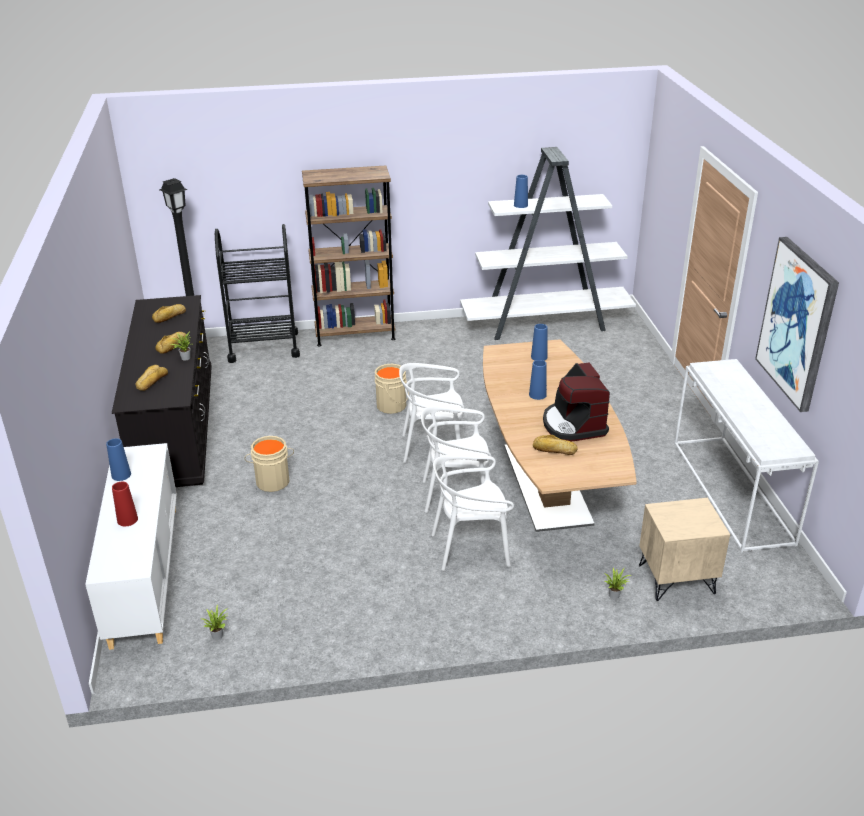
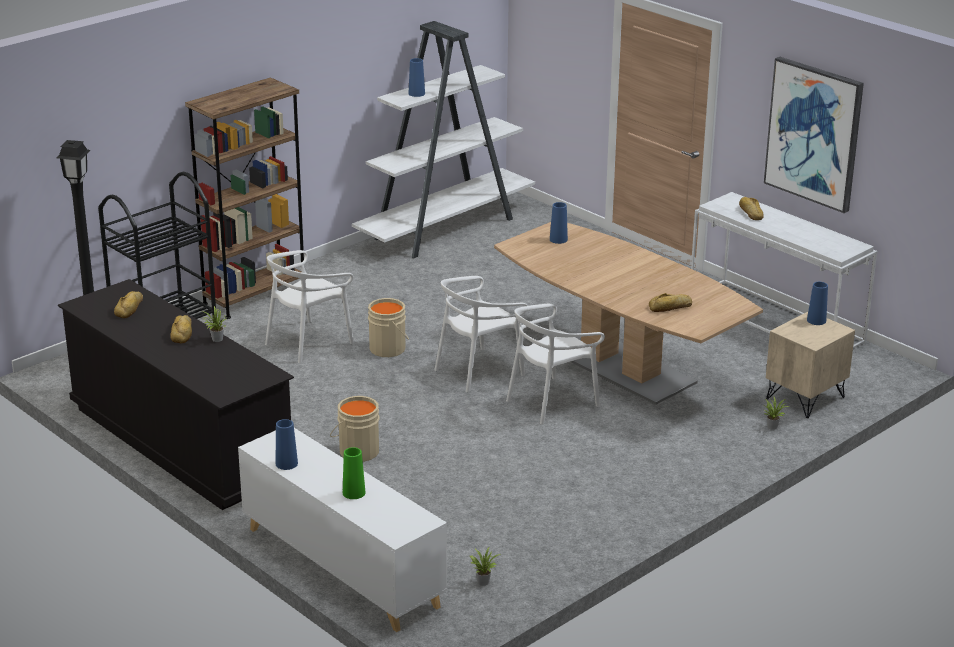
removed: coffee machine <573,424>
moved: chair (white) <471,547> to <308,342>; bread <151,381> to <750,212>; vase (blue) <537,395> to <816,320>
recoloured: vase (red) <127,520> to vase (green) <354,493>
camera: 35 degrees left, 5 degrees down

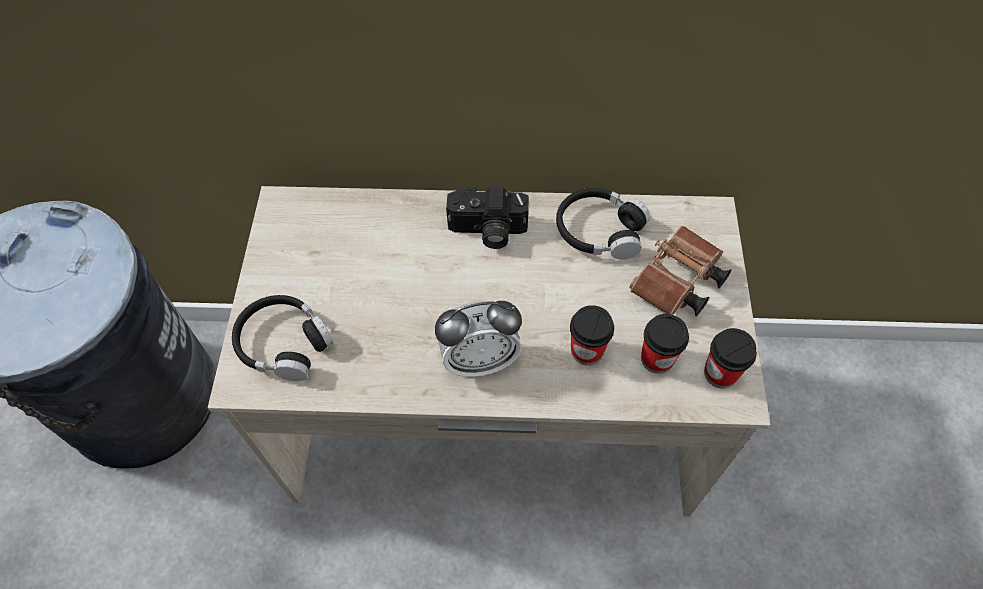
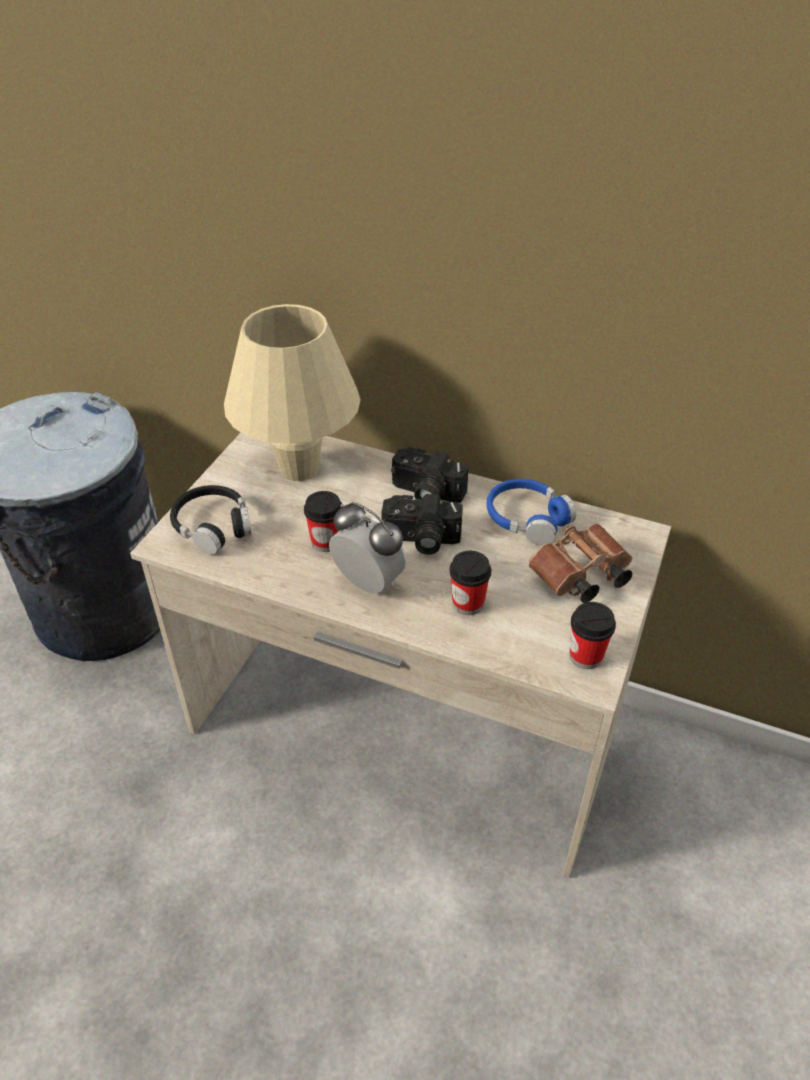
added: table lamp (beige) <299,469>; photo camera <420,540>
moved: cup <657,359> to <326,542>
recoloured: headphones (black) <599,231> to headphones (blue) <527,519>
turned: alarm clock <479,359> = <368,583> 150 degrees counterclockwise
camera: 20 degrees right, 15 degrees down

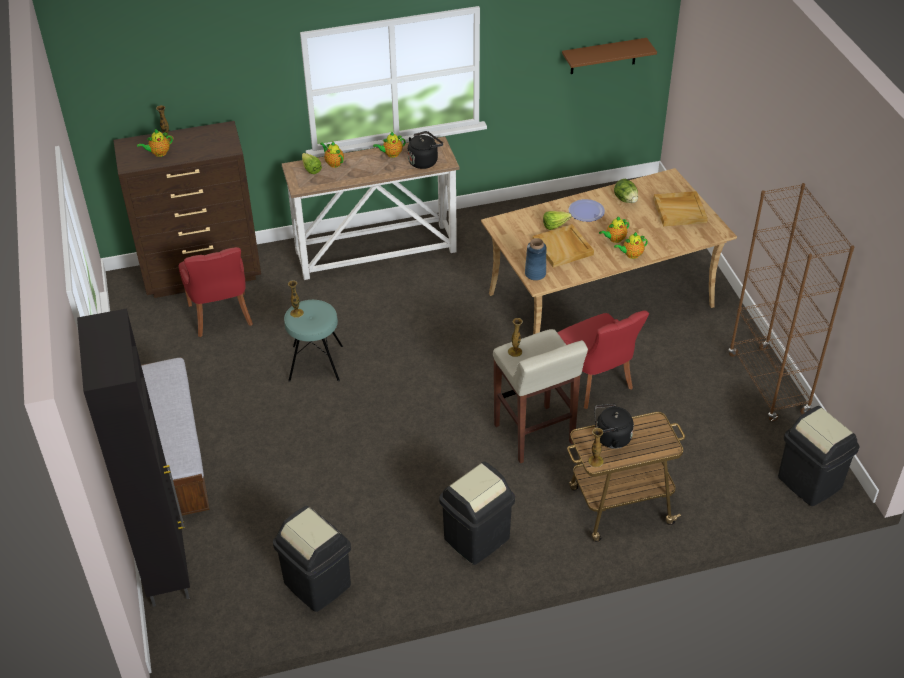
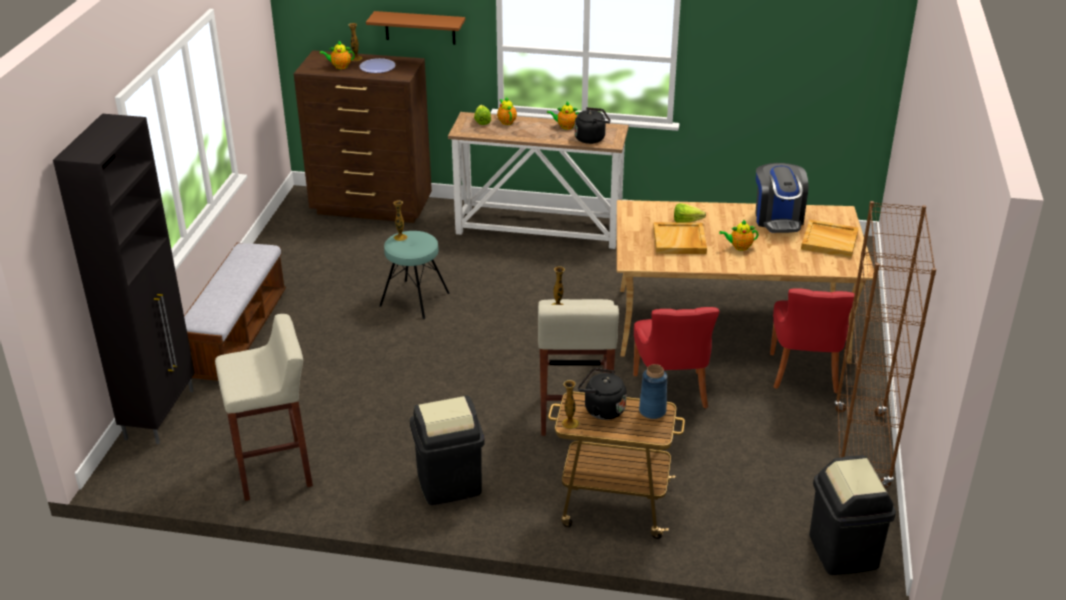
removed: teapot <631,255>
moved: plate <586,211> to <377,67>; shelf (brown) <603,56> to <420,28>; vase (blue) <535,274> to <652,411>; chair (red) <221,316> to <804,375>
replaced: trash can (black) <318,584> to stool (beige) <275,471>; lettuce <625,199> to coffee machine <778,219>
camera: 25 degrees right, 10 degrees down

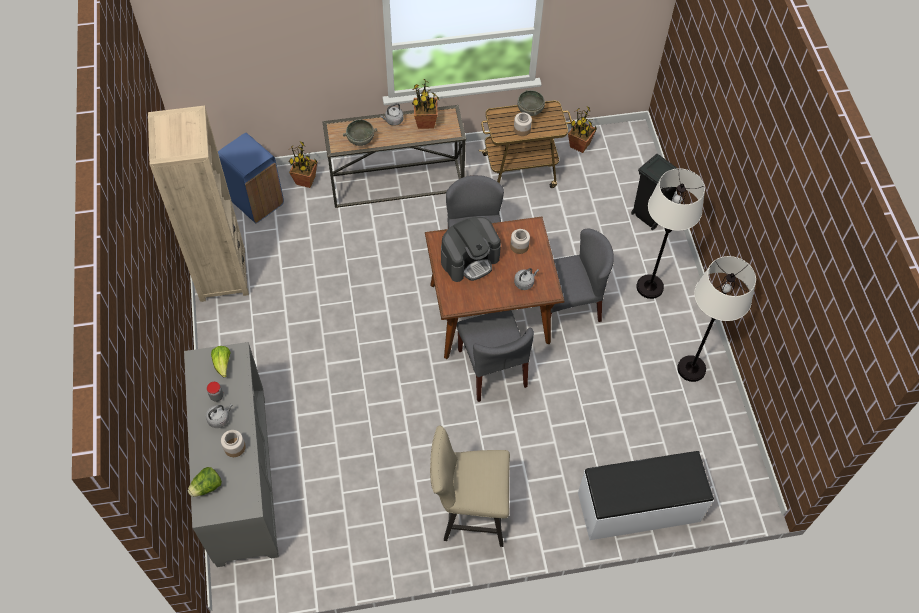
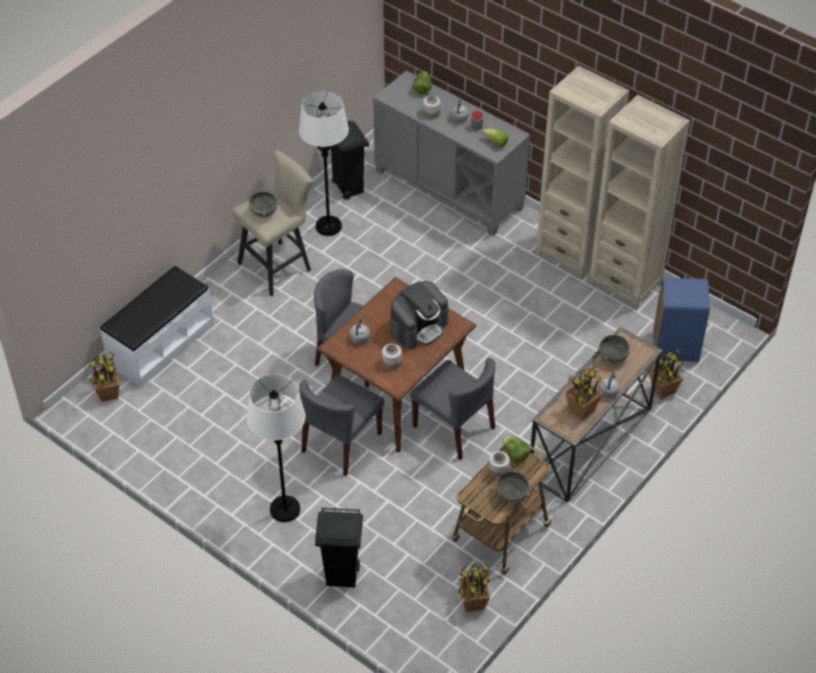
added: potted plant <108,394>; bowl (grey) <263,212>; trash can (black) <348,188>; lettuce <514,455>; bookcase (beige) <571,253>
moved: floor lamp (white) <691,369> to <328,226>
turned: coffee machine <470,259> = <418,327> 150 degrees counterclockwise
camera: 140 degrees right, 10 degrees down

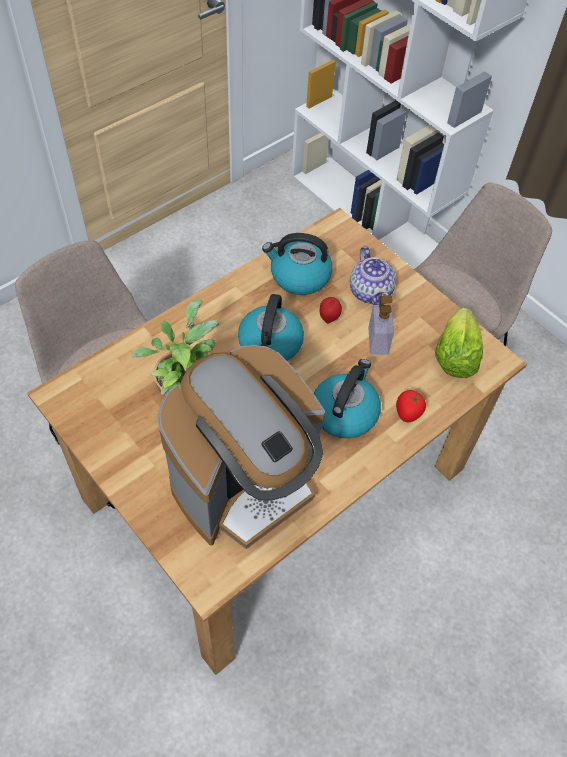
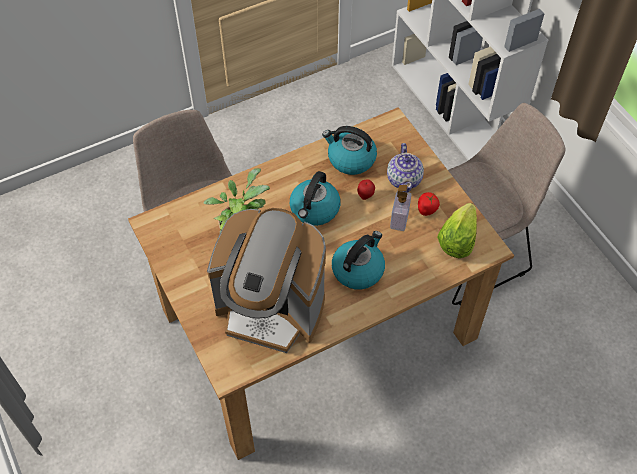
moved: tomato <408,413> to <427,209>
turned: coffee machine <246,483> = <271,309> 45 degrees clockwise
camera: 15 degrees right, 0 degrees up

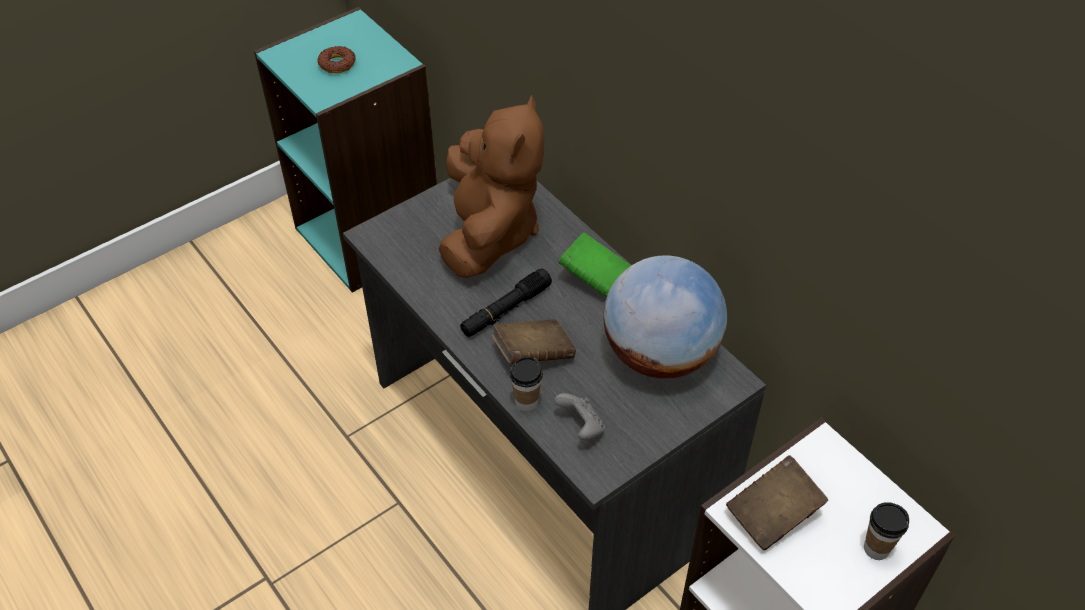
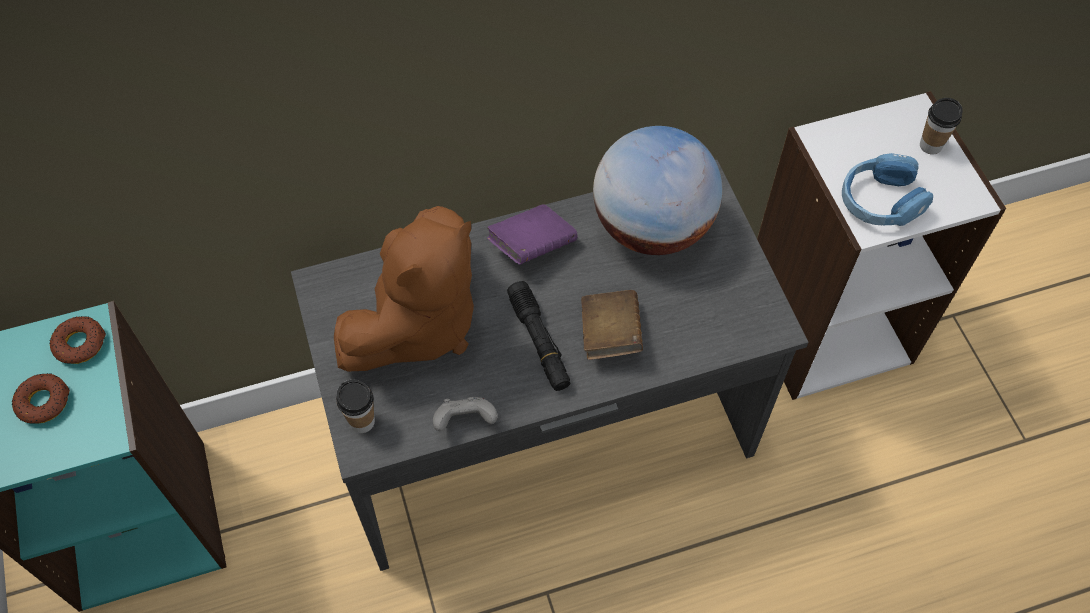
added: donut <80,343>
moved: cup <526,402> to <362,422>; game controller (grey) <581,427> to <465,421>
replaced: book (brown) <773,514> to headphones (blue) <880,201>
recoloured: book (green) <597,279> to book (purple) <532,246>
turned: plush toy (brown) <489,233> = <418,323> 105 degrees clockwise
camera: 70 degrees left, 10 degrees up

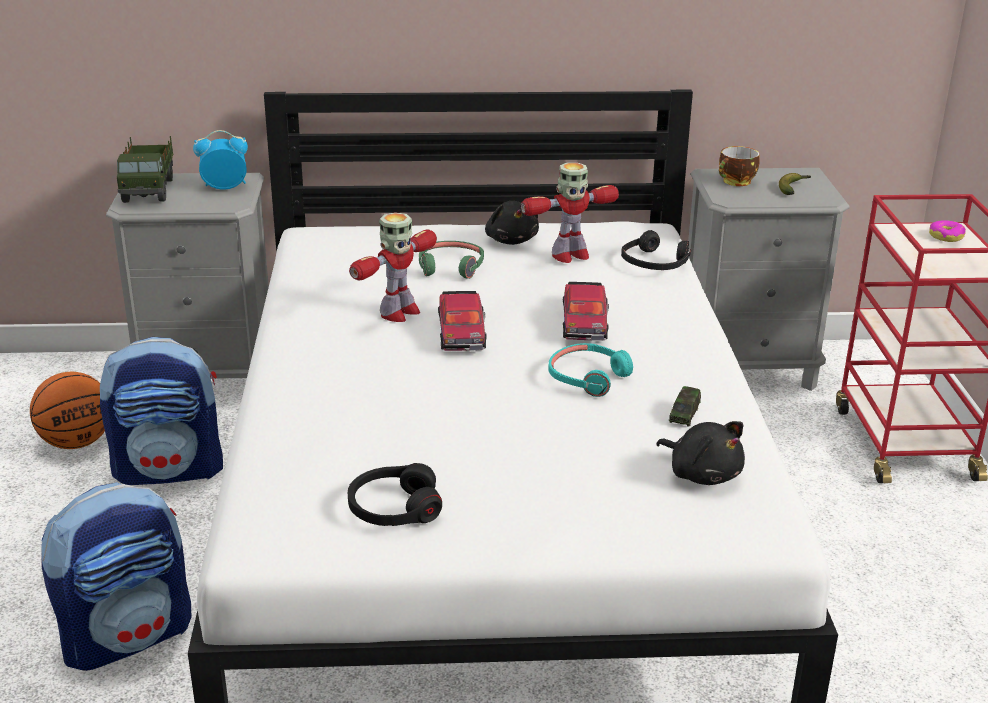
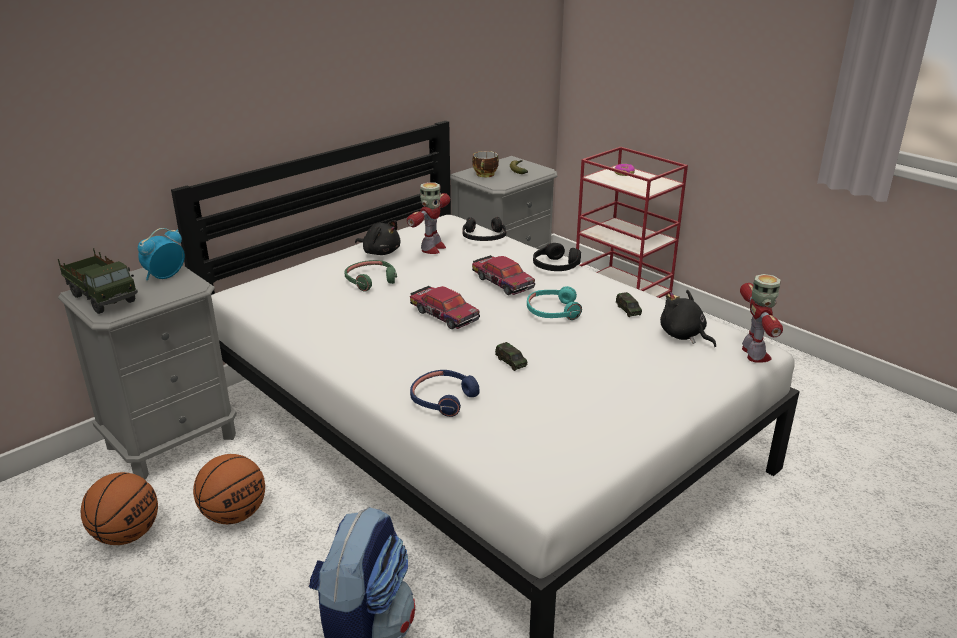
added: headphones (blue) <443,399>; toy car <511,362>
moved: headphones (black) <394,508> to <555,266>; toy robot <398,313> to <755,354>
replaced: backpack <170,470> to basketball <234,514>
turned: plush toy (black) <702,474> = <683,335> 135 degrees counterclockwise
camera: 40 degrees left, 0 degrees up

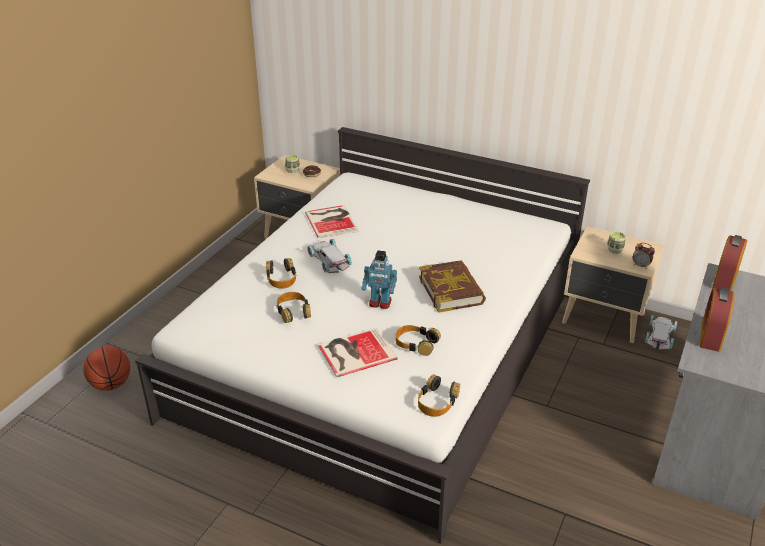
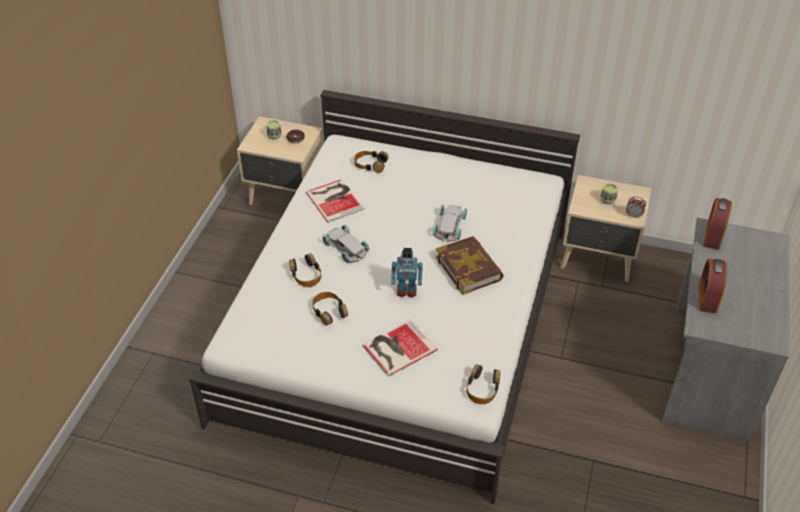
removed: basketball <111,384>
moved: headphones <416,343> to <370,164>; toy car (white) <661,335> to <450,225>
camera: 10 degrees left, 10 degrees up

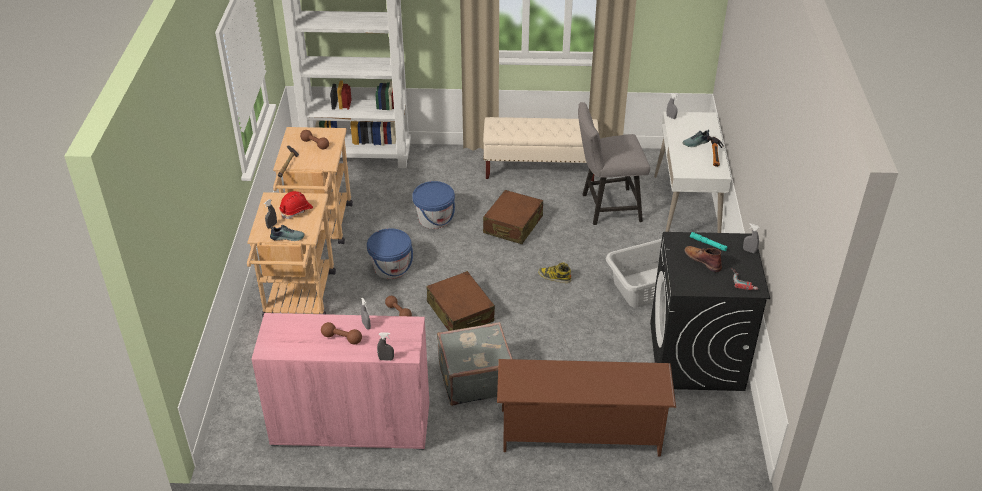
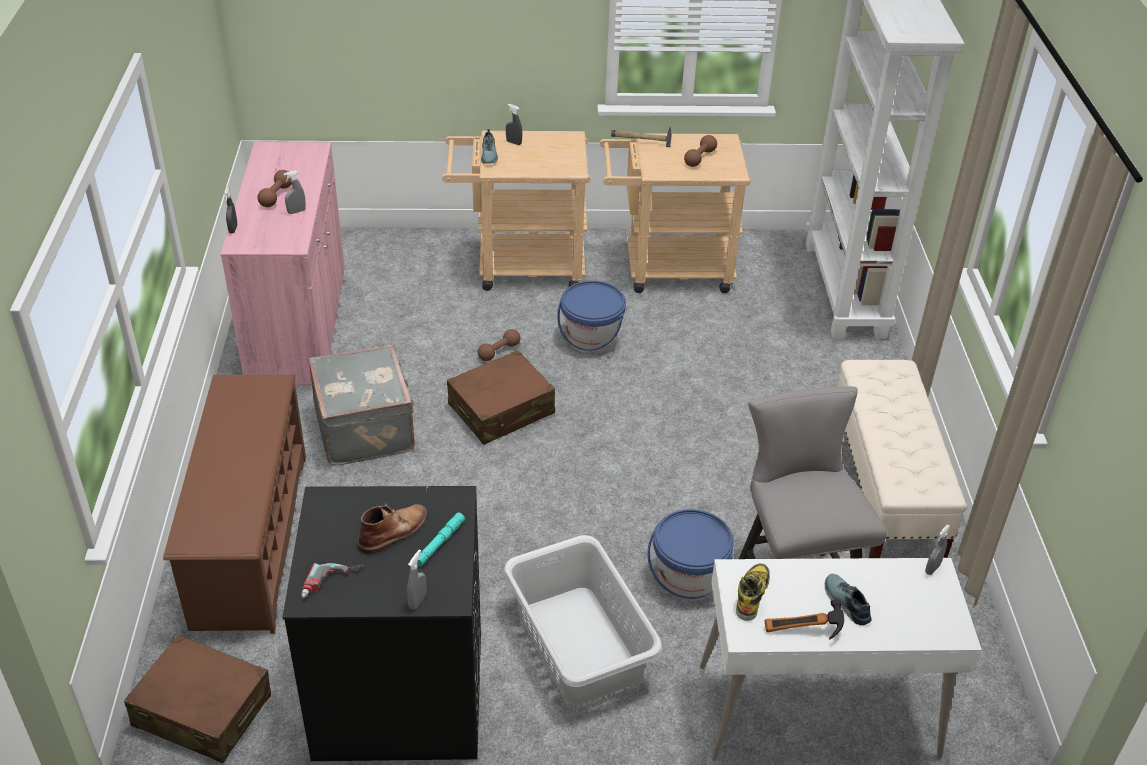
removed: hard hat (red) <296,211>
moved: suitcase (brown) <513,225> to <202,711>; bucket (blue) <434,219> to <688,578>; boot <554,277> to <752,594>
camera: 85 degrees right, 0 degrees up

